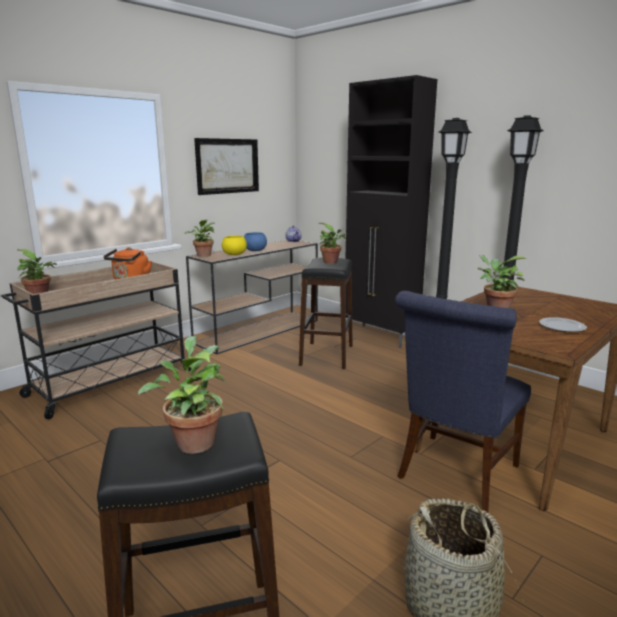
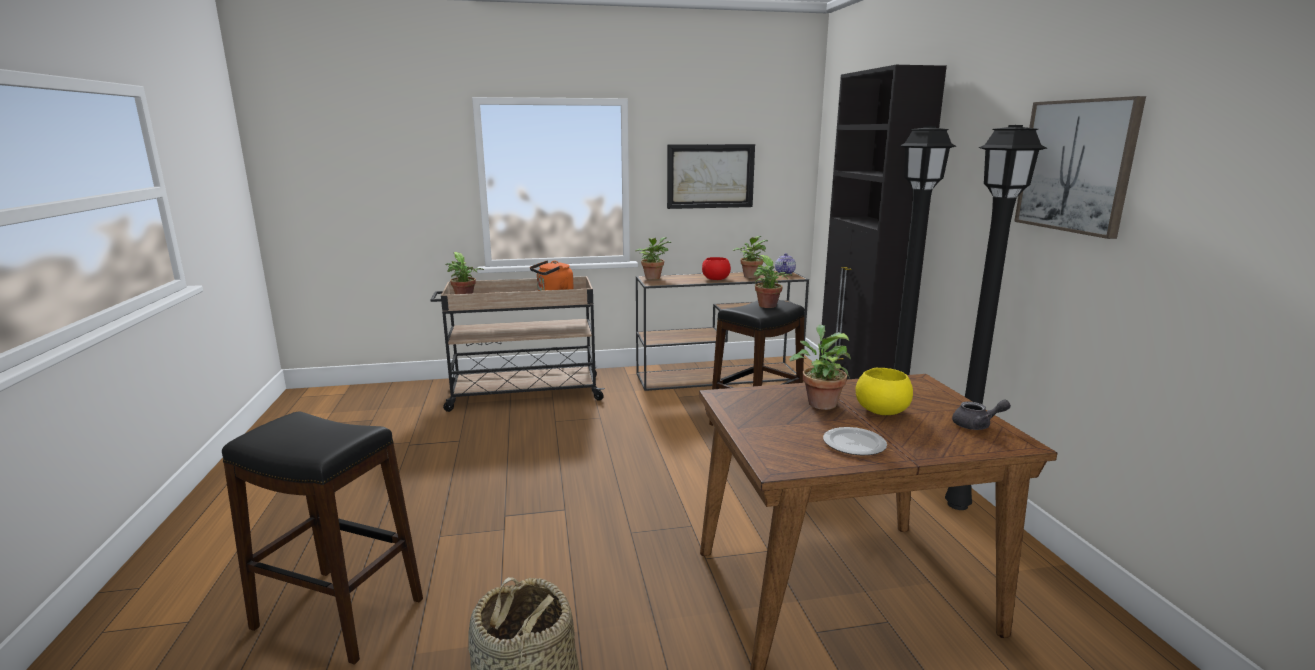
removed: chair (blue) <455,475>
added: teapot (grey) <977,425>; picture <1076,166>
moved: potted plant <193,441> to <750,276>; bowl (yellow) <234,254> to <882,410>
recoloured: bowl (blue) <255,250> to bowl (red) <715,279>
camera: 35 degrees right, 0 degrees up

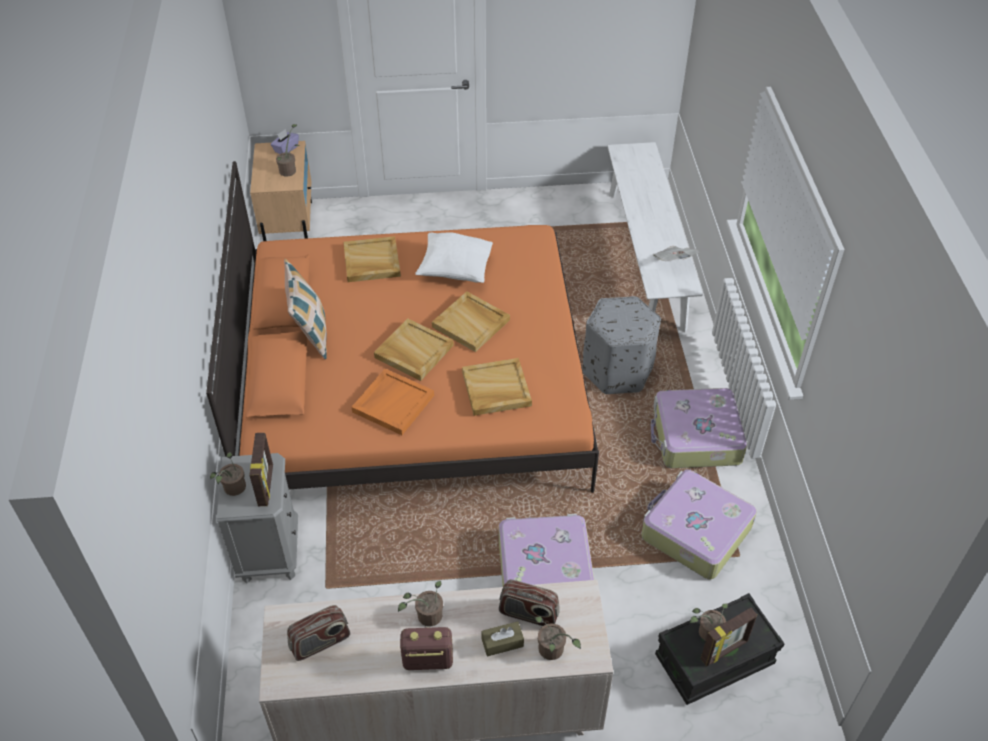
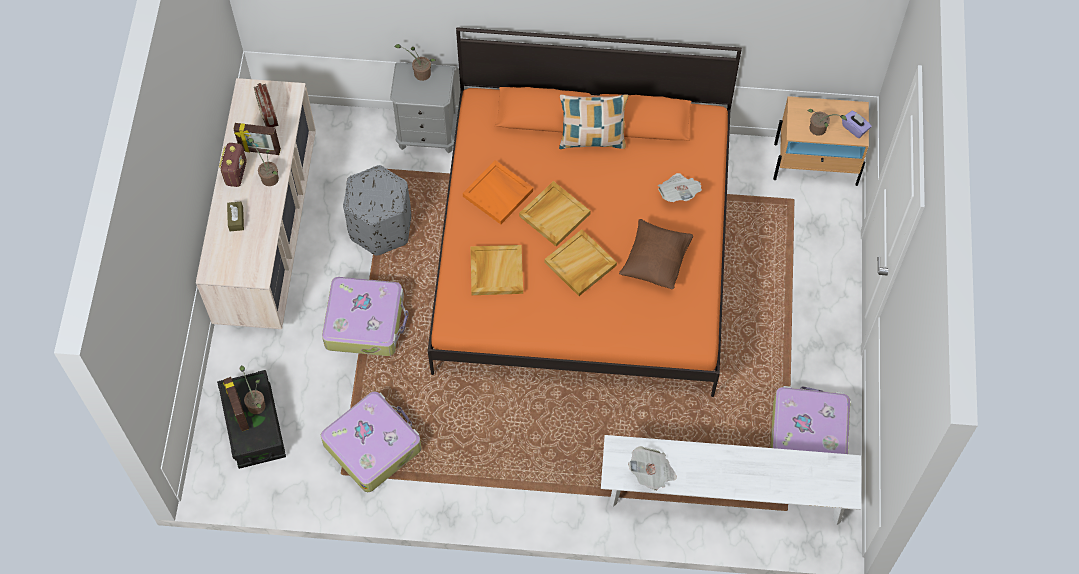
removed: radio <528,614>; potted plant <552,652>
moved: picture frame <266,485> to <260,150>; ottoman (grey) <617,370> to <381,227>; suitcase <695,437> to <807,432>
replaced: tray (beige) <371,262> to newspaper <678,193>
recoloured: pillow (white) <455,270> to pillow (brown) <655,261>
camera: 100 degrees right, 15 degrees up

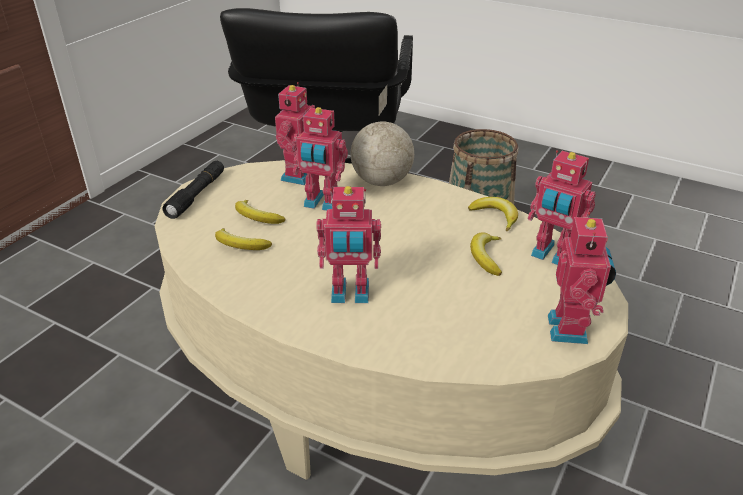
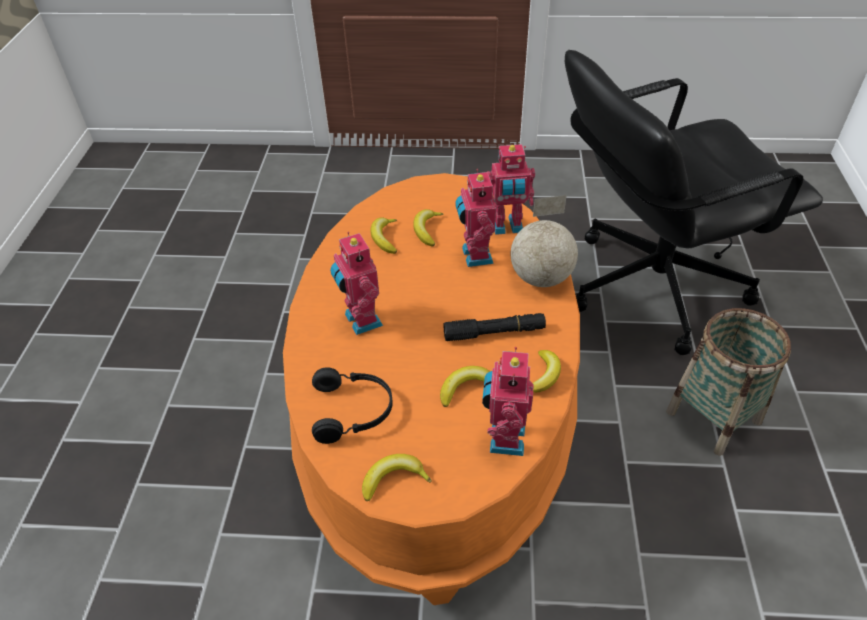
added: headphones (black) <353,411>
moved: flashlight (black) <197,195> to <494,333>
replaced: toy robot <571,329> to banana <393,479>
recoloured: coffee table (beige) <371,378> to coffee table (orange) <436,413>
camera: 65 degrees right, 10 degrees up

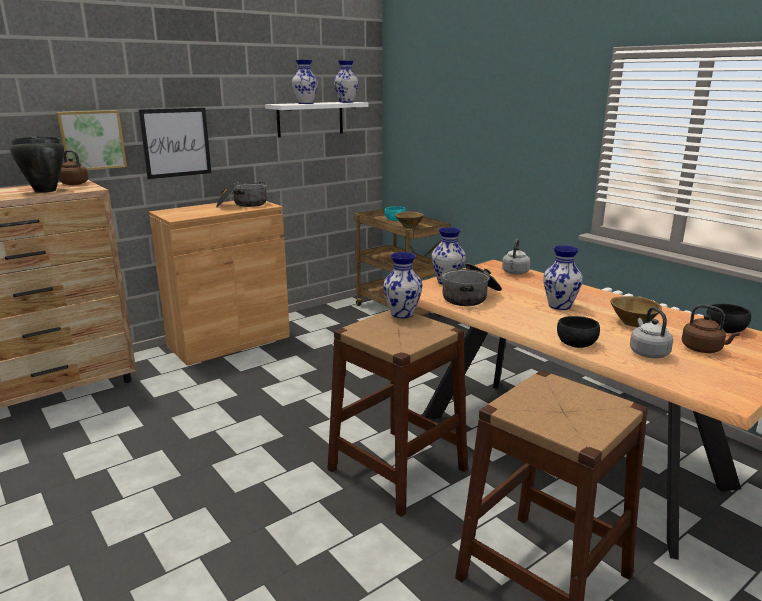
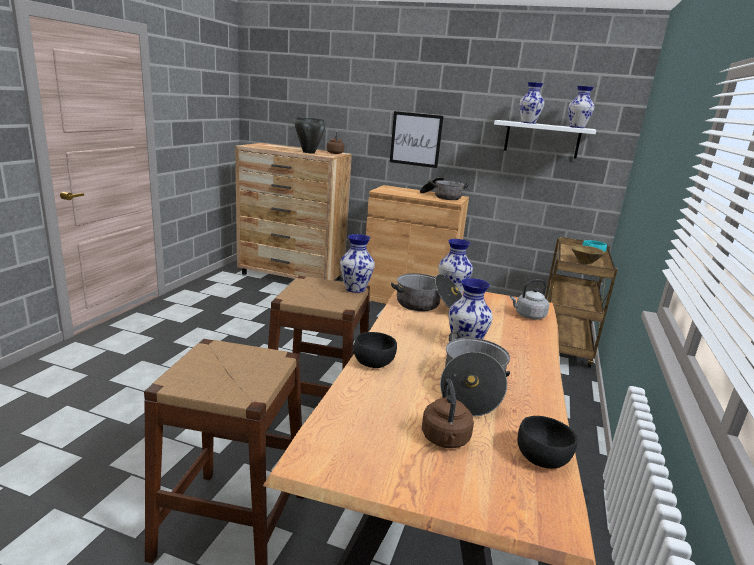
removed: picture <92,140>; kettle (grey) <647,352>
replaced: bowl (brown) <632,323> to cooking pot <471,389>
camera: 55 degrees right, 0 degrees up

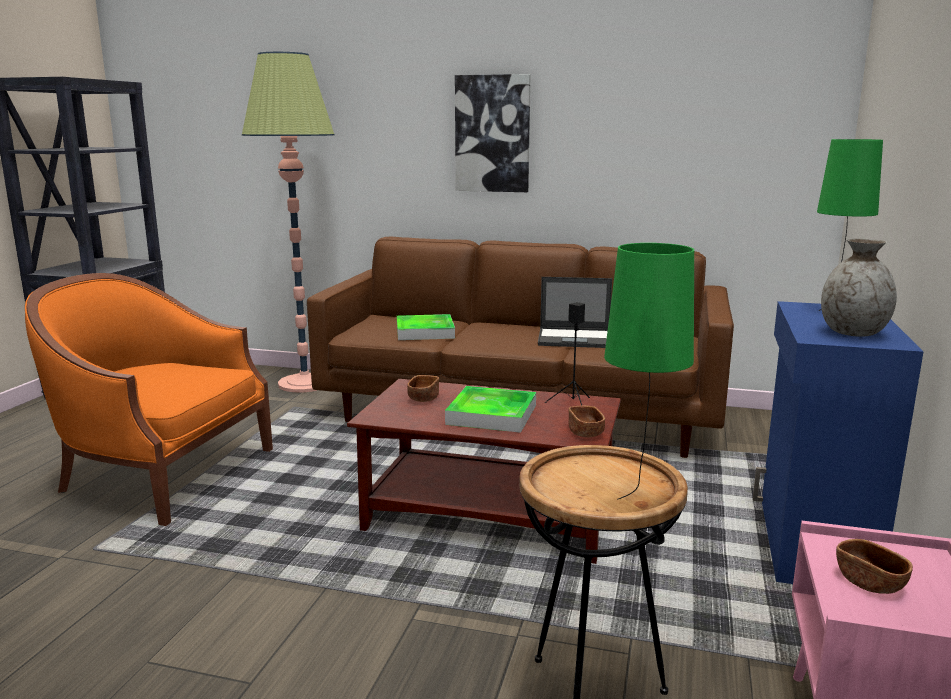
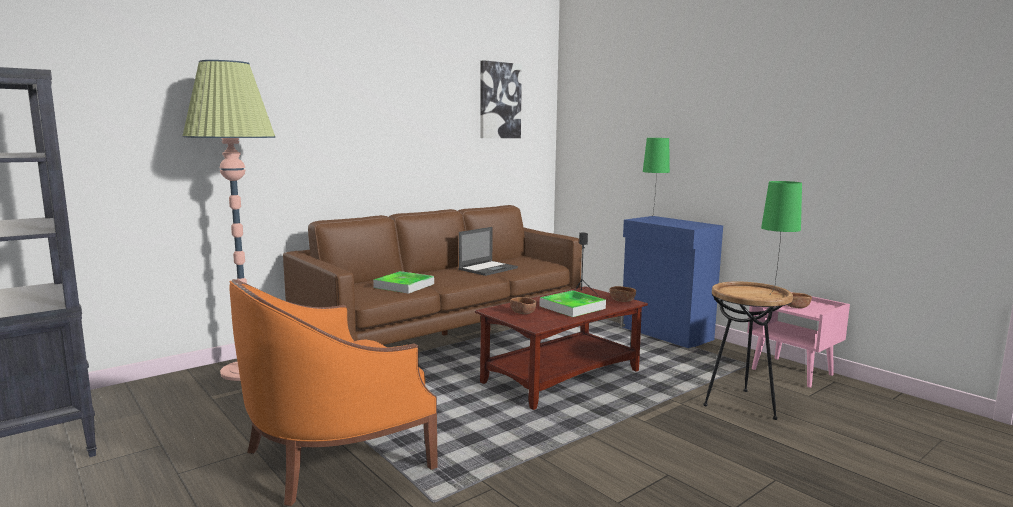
removed: vase (grey) <852,333>
moved: picture <492,134> to <499,100>
camera: 55 degrees left, 5 degrees down

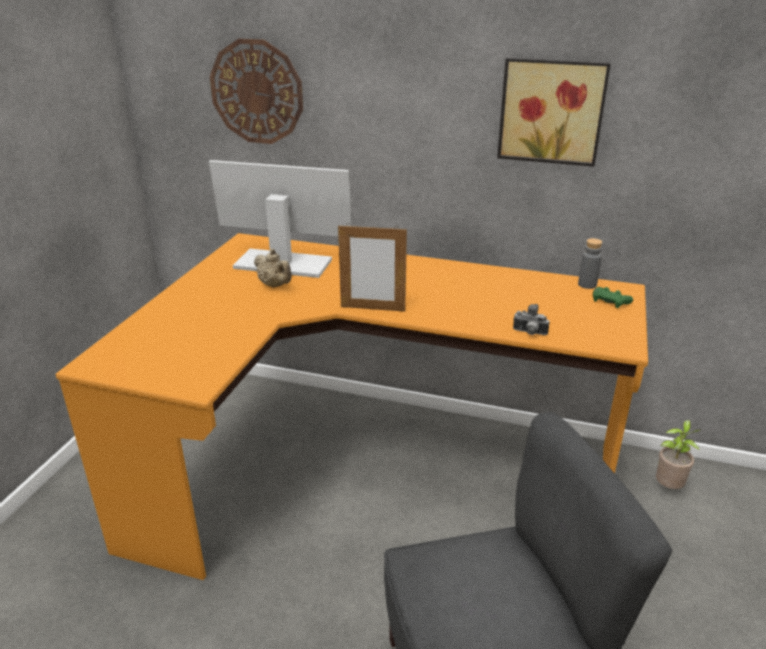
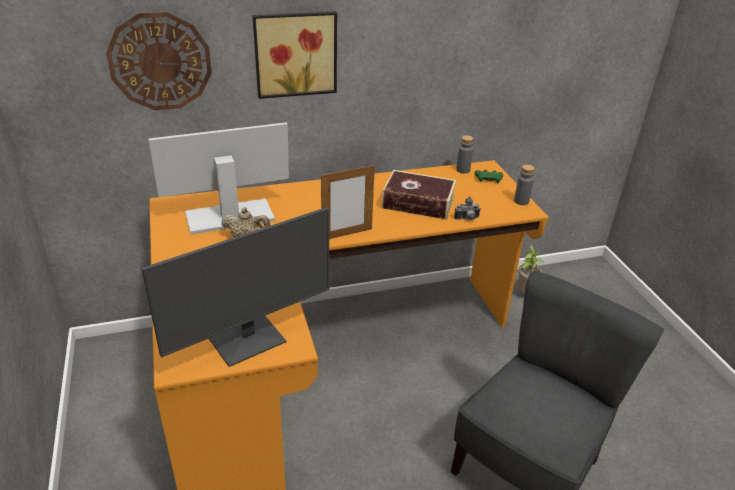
added: monitor <248,340>; book <418,203>; bottle (grey) <521,201>
moved: picture <551,111> to <295,53>
camera: 35 degrees left, 5 degrees up

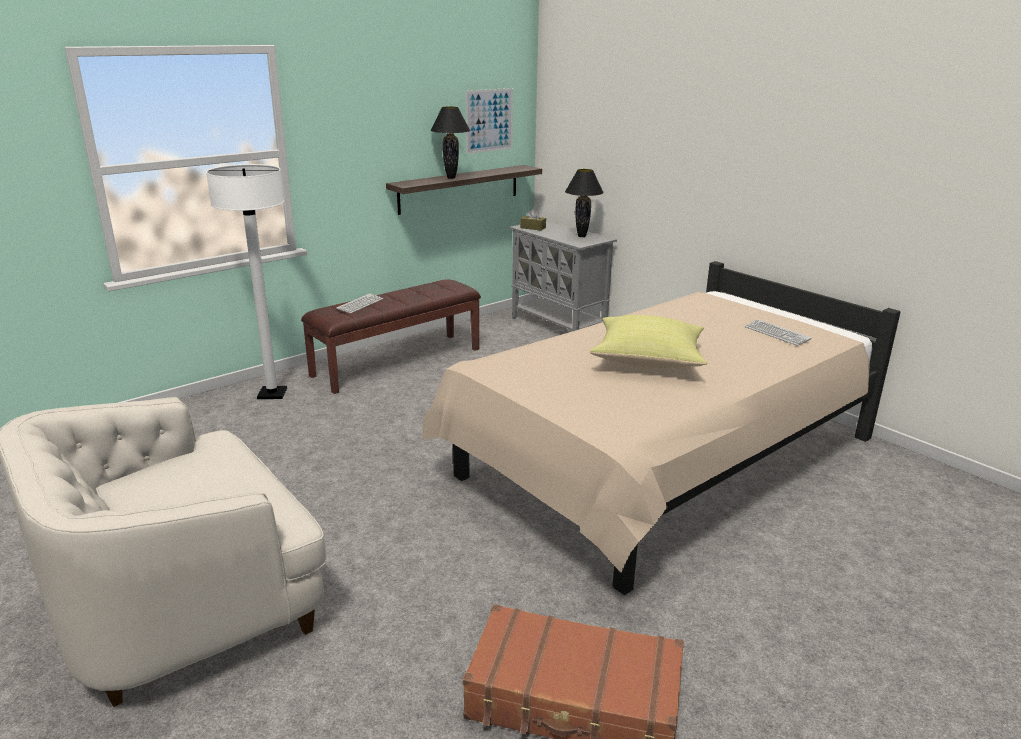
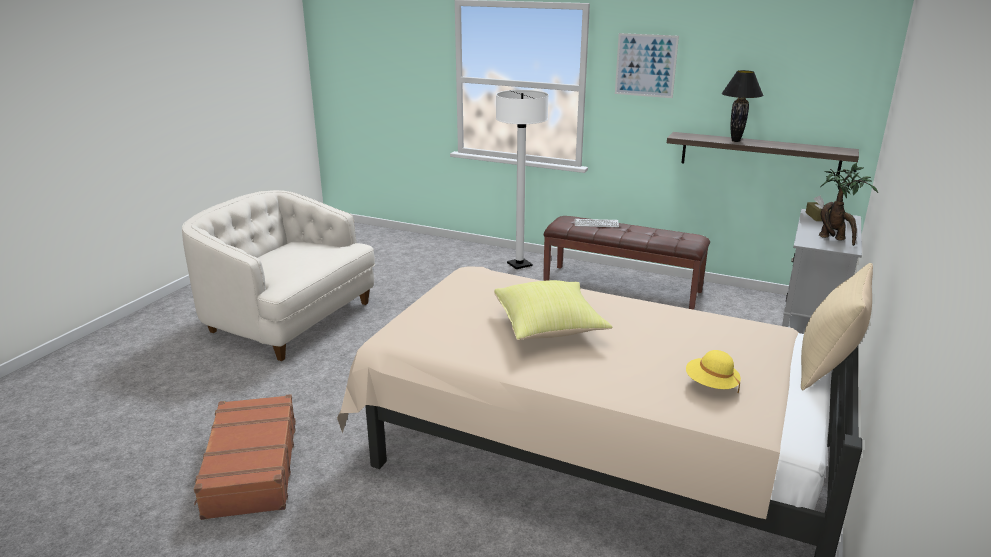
added: pillow (beige) <827,367>
moved: picture <489,120> to <645,65>
replaced: keyboard <776,333> to hat (yellow) <711,385>; table lamp (black) <582,236> to potted plant <835,239>
camera: 65 degrees right, 0 degrees up

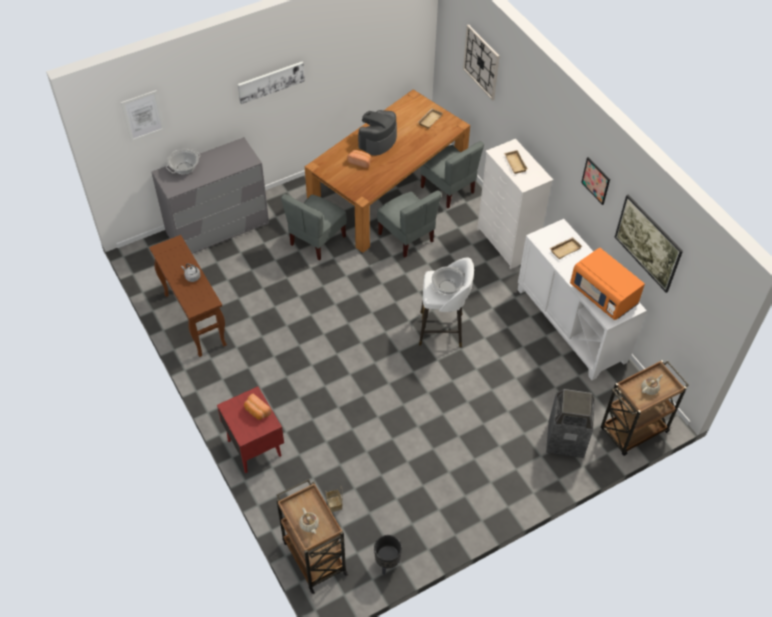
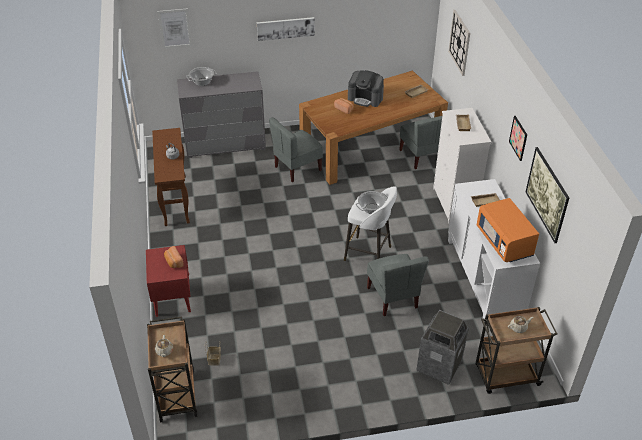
removed: planter (black) <387,564>
moved: chair (grey) <407,237> to <393,298>
turned: coffee machine <377,141> = <365,98> 120 degrees counterclockwise
camera: 20 degrees right, 10 degrees down

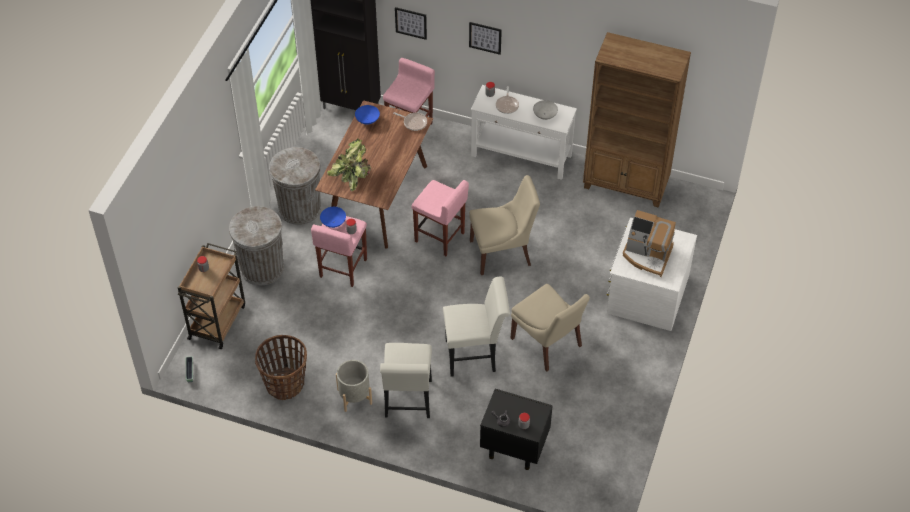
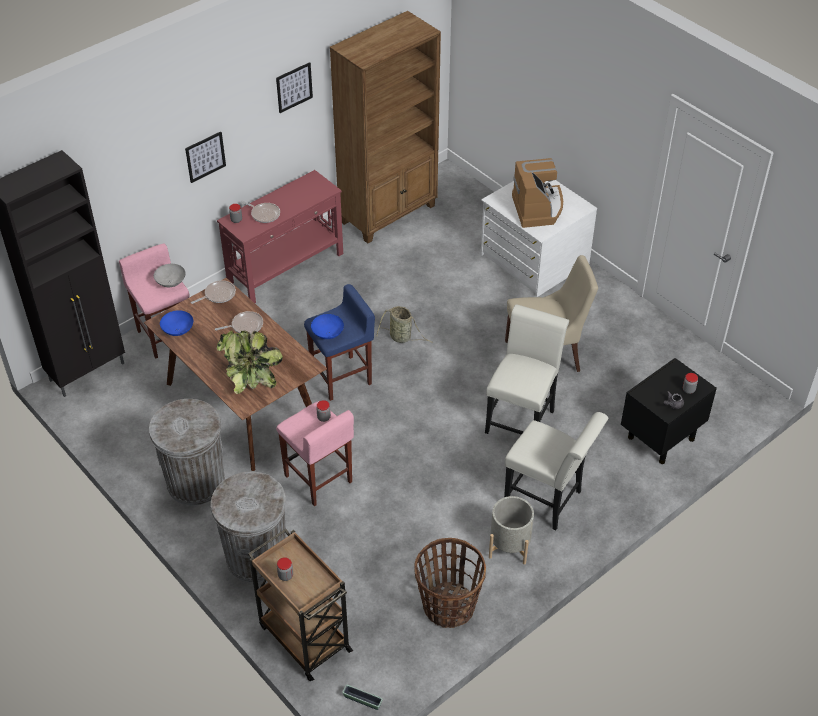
added: frying pan <245,326>
moved: bowl (grey) <544,115> to <171,283>; picture <411,23> to <294,87>; bowl (blue) <334,222> to <327,333>
replaced: chair (beige) <502,252> to basket <402,337>
recoloured: console table (white) <521,156> to console table (red) <286,268>; stool (pink) <440,237> to stool (blue) <342,377>
turned: coffee machine <647,255> = <538,208> 60 degrees counterclockwise
camera: 60 degrees left, 5 degrees down

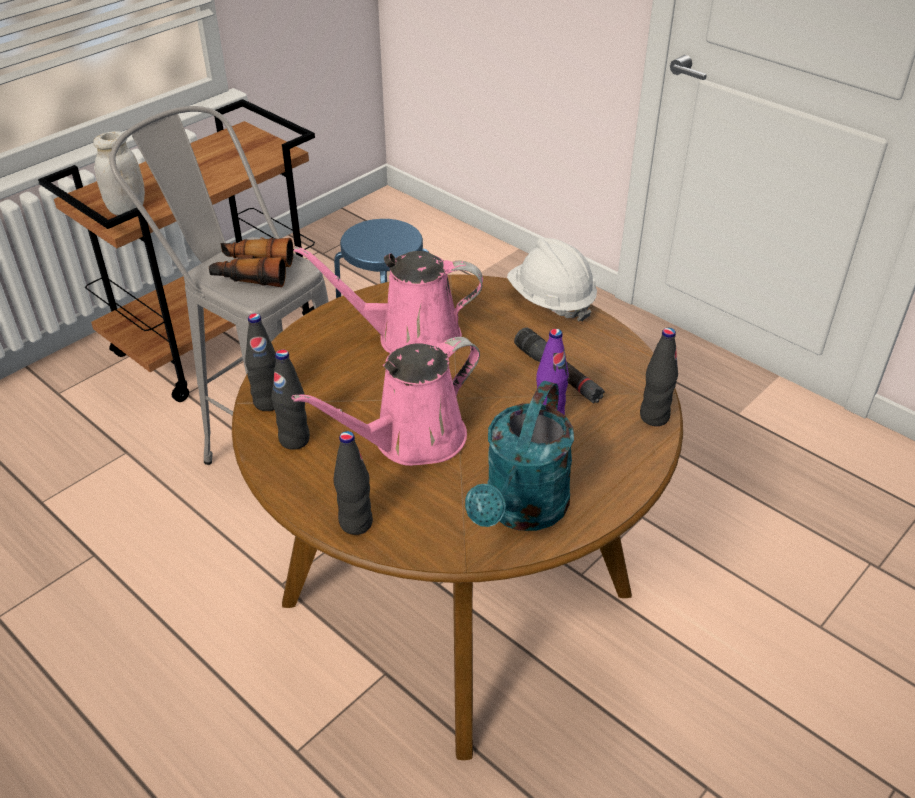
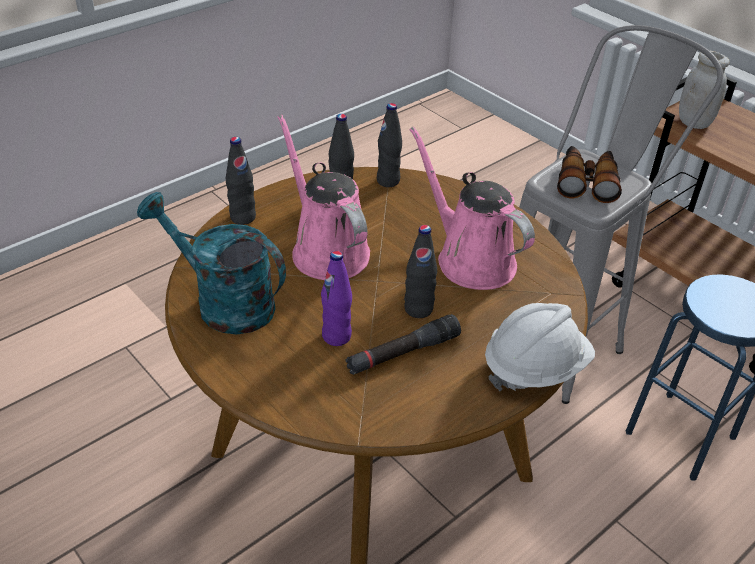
moved: bottle (black) <654,417> to <418,309>
turned: watering can (pink) <410,337> = <470,259> 45 degrees counterclockwise
camera: 95 degrees right, 0 degrees up

